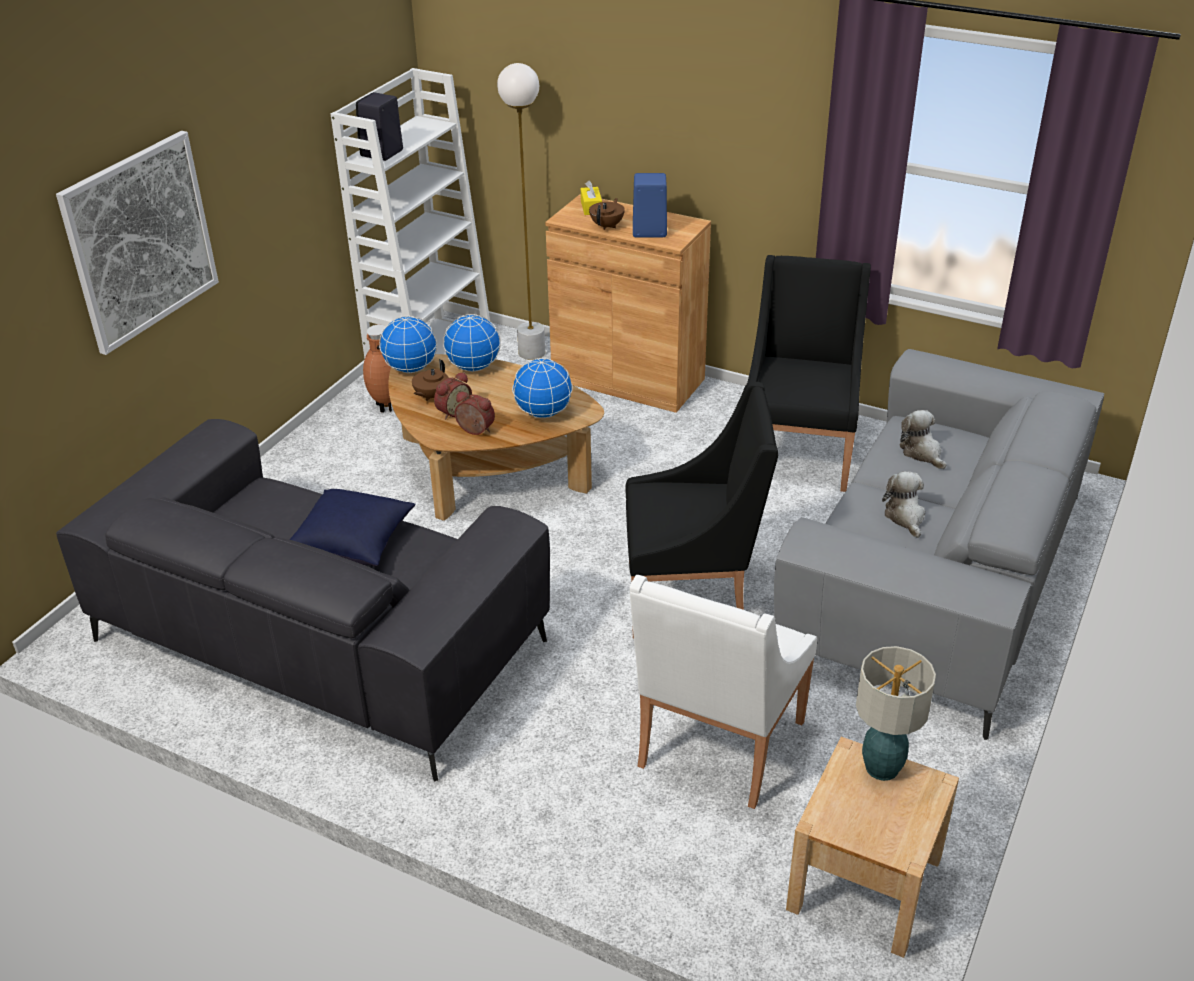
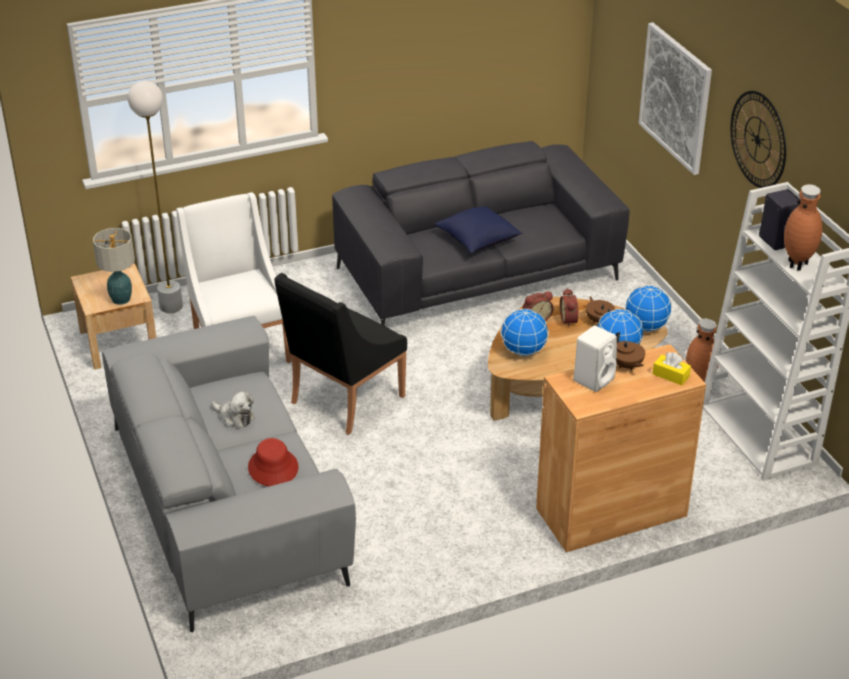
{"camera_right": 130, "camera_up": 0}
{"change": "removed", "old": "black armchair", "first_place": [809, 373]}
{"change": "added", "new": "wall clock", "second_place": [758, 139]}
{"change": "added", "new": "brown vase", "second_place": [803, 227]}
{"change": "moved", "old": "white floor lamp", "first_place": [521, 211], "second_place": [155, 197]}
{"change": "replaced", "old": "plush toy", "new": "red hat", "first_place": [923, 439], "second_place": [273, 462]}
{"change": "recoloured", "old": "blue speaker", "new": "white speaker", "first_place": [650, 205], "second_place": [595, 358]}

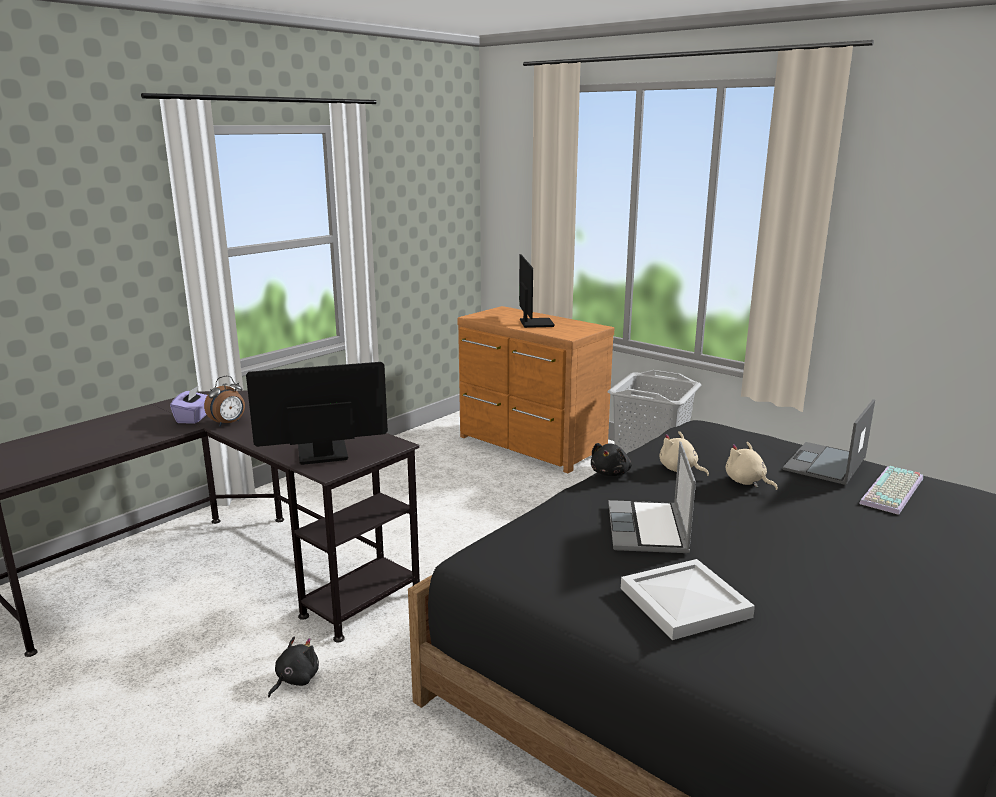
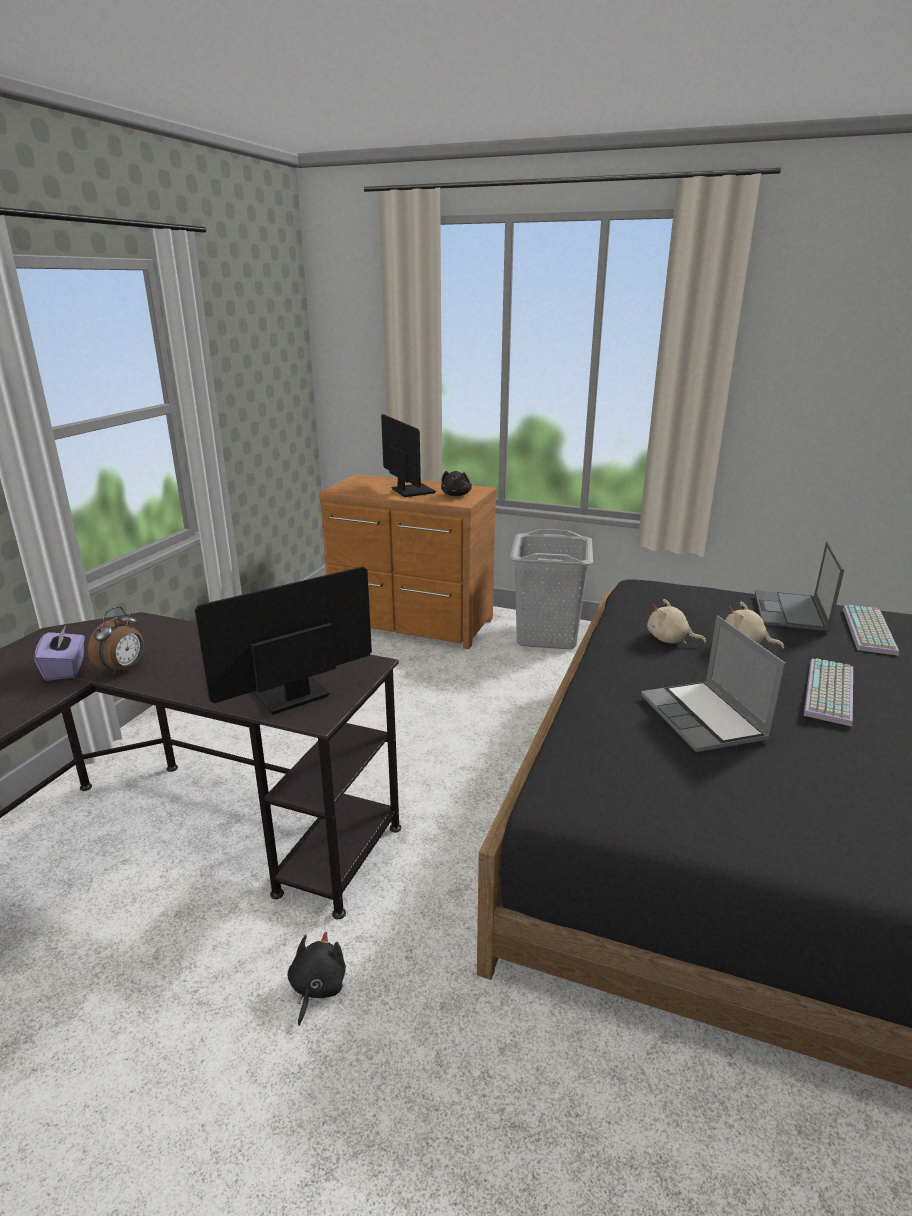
{"camera_right": -20, "camera_up": 5}
{"change": "removed", "old": "white tray", "first_place": [688, 599]}
{"change": "added", "new": "keyboard", "second_place": [828, 692]}
{"change": "moved", "old": "black plush toy", "first_place": [611, 459], "second_place": [456, 483]}

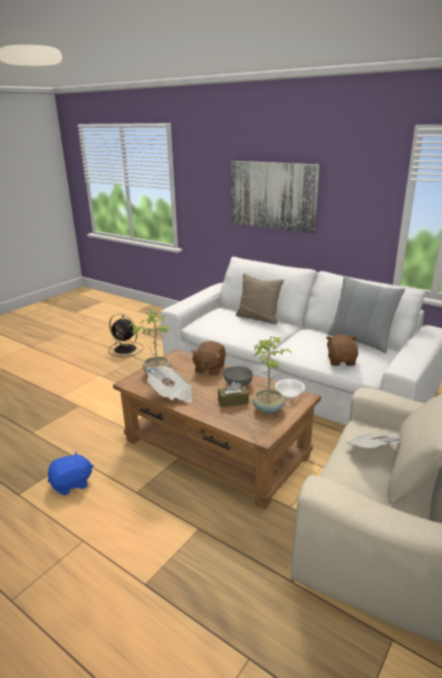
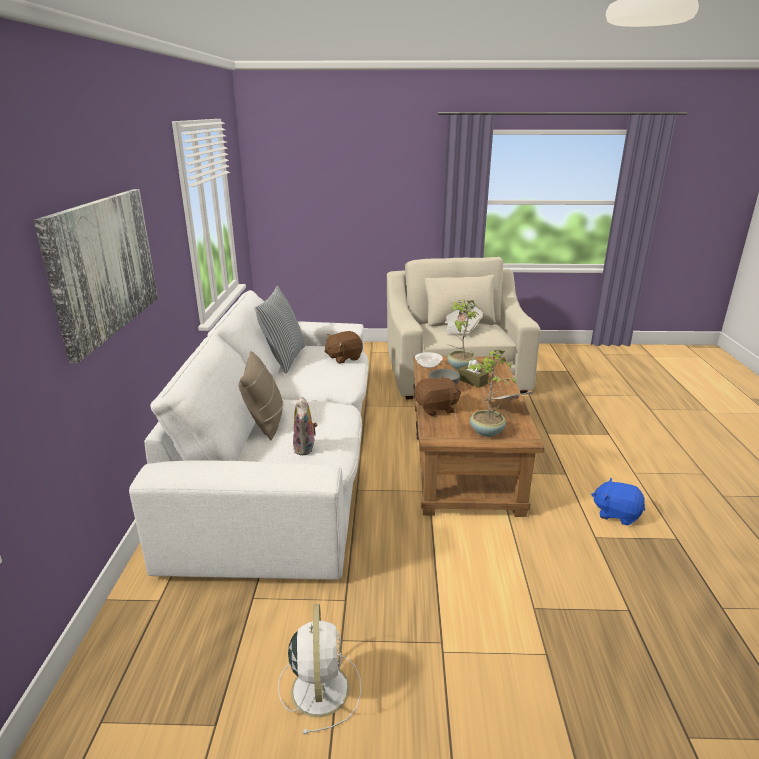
{"camera_right": -125, "camera_up": 0}
{"change": "added", "new": "plush toy", "second_place": [305, 426]}
{"change": "recoloured", "old": "black fan", "new": "white fan", "first_place": [126, 335], "second_place": [319, 669]}

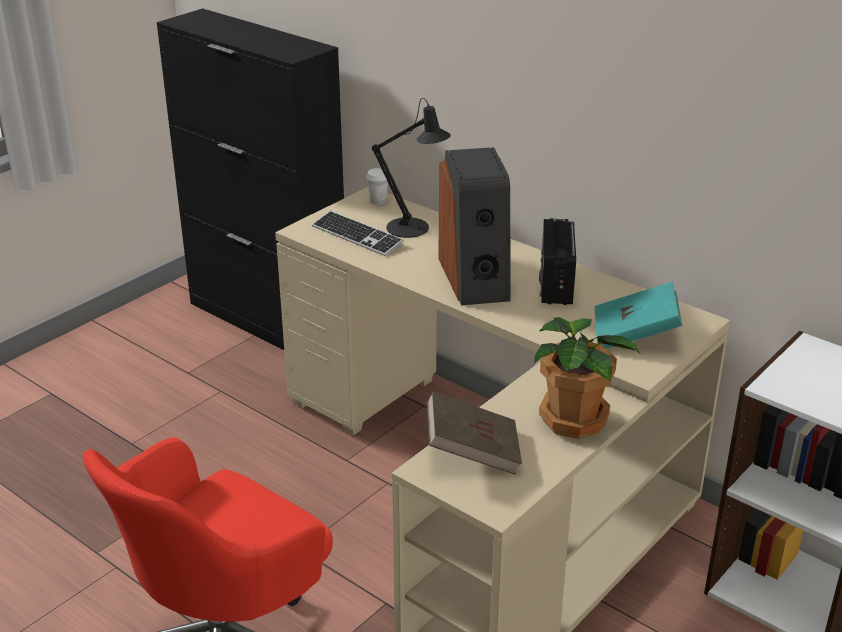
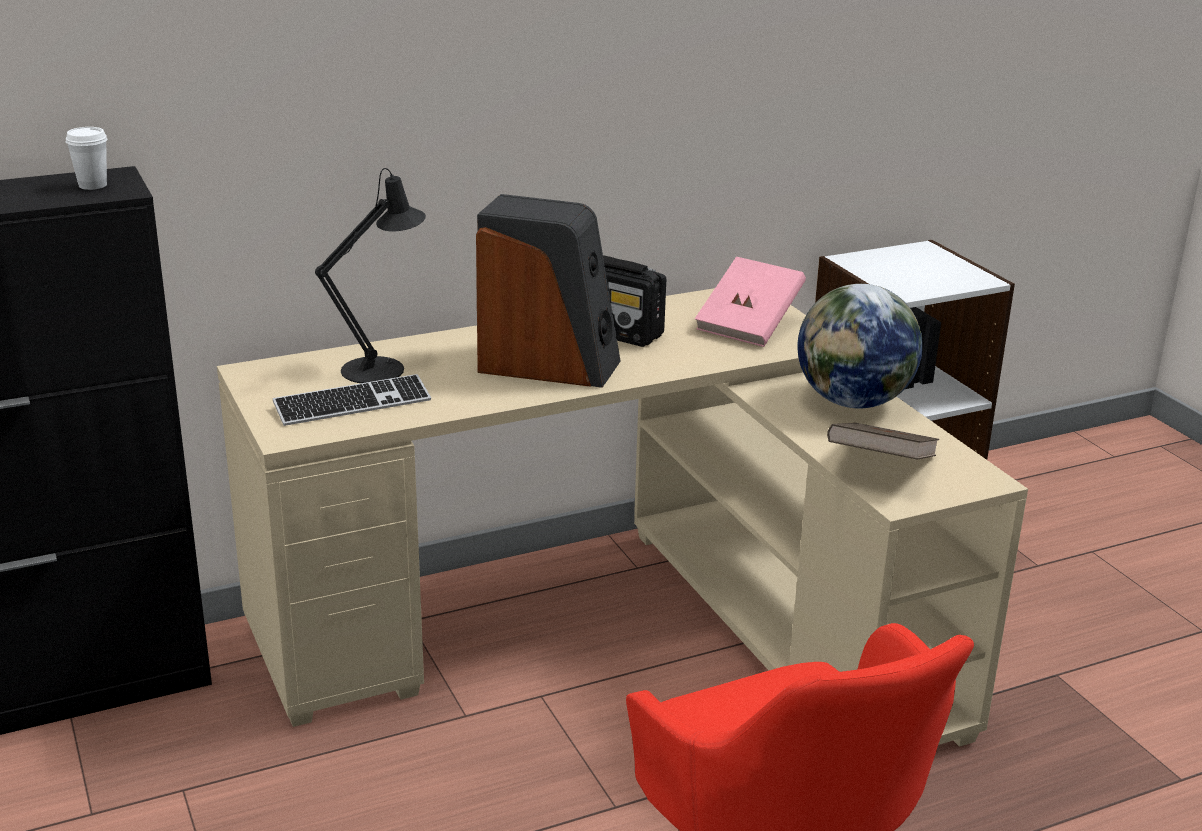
{"camera_right": -65, "camera_up": -5}
{"change": "moved", "old": "white cup", "first_place": [377, 186], "second_place": [87, 158]}
{"change": "replaced", "old": "potted plant", "new": "globe", "first_place": [587, 378], "second_place": [860, 346]}
{"change": "recoloured", "old": "turquoise book", "new": "pink book", "first_place": [638, 315], "second_place": [750, 302]}

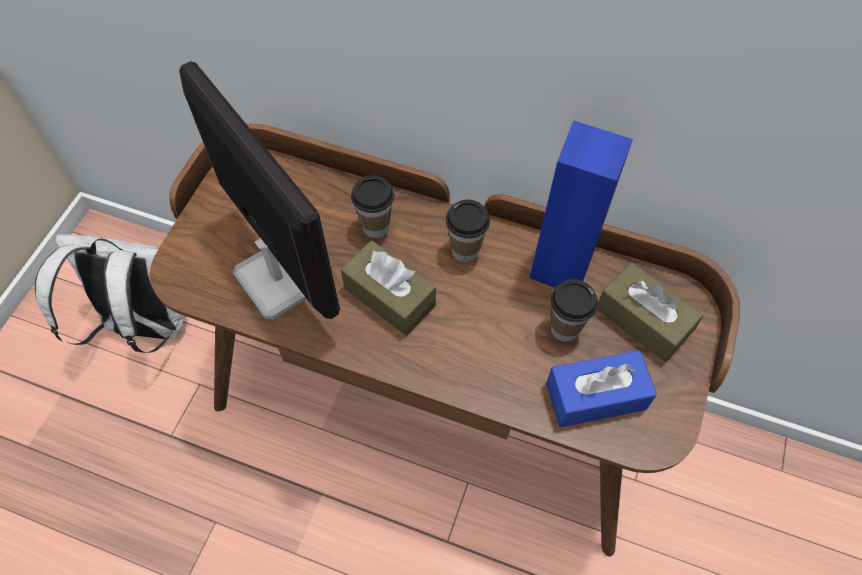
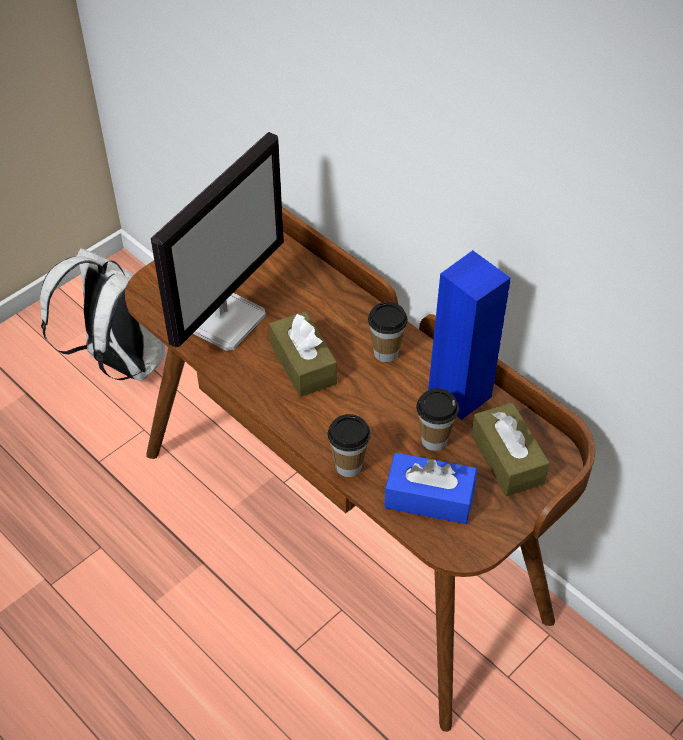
{"camera_right": 25, "camera_up": -10}
{"change": "moved", "old": "cup", "first_place": [372, 206], "second_place": [349, 445]}
{"change": "turned", "old": "monitor", "first_place": [259, 190], "second_place": [217, 241], "degrees": 45}

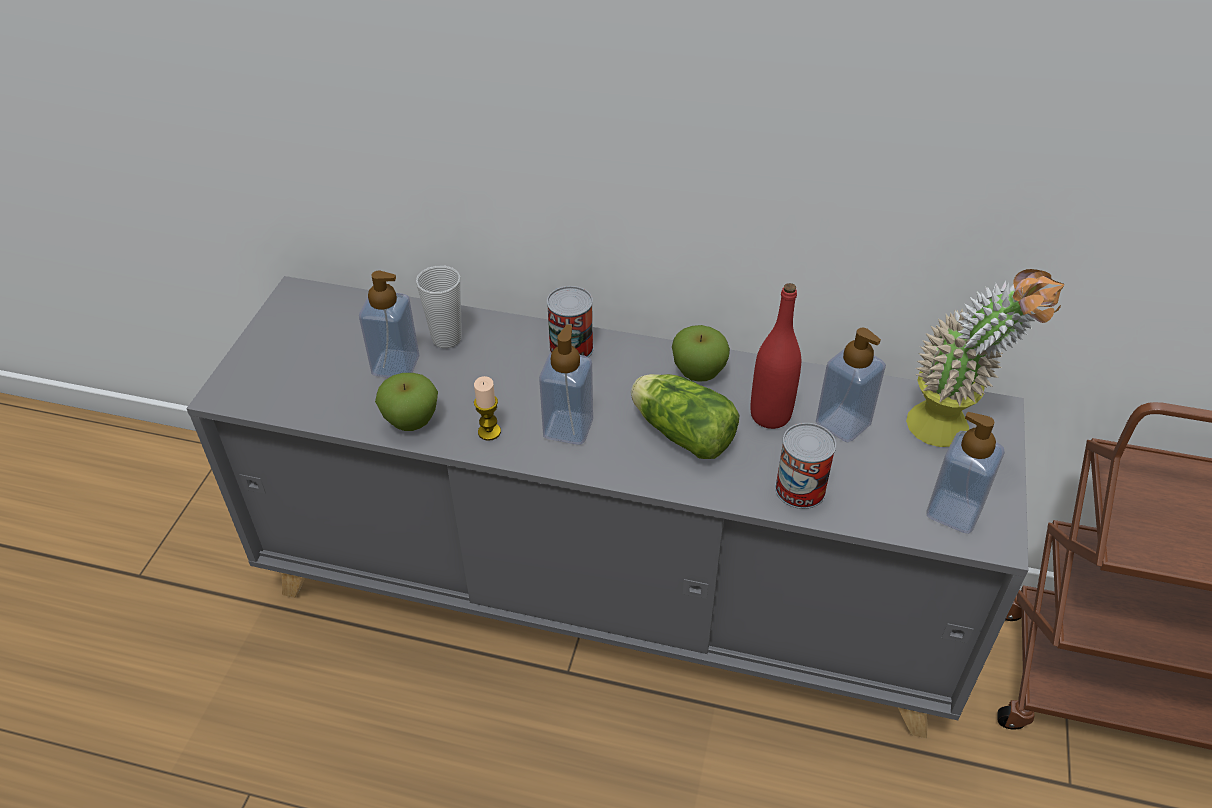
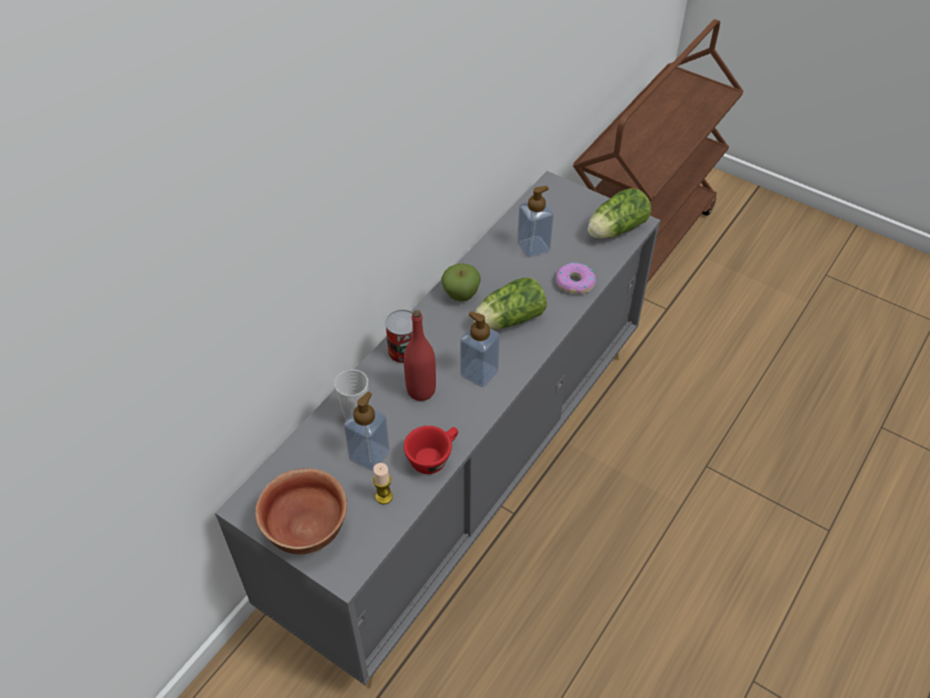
{"camera_right": -70, "camera_up": 5}
{"change": "removed", "old": "potted plant", "first_place": [985, 358]}
{"change": "added", "new": "bowl", "second_place": [301, 511]}
{"change": "moved", "old": "candle", "first_place": [487, 408], "second_place": [383, 483]}
{"change": "moved", "old": "red bottle", "first_place": [776, 356], "second_place": [420, 355]}
{"change": "replaced", "old": "apple", "new": "red cup", "first_place": [406, 402], "second_place": [431, 450]}
{"change": "replaced", "old": "can", "new": "donut", "first_place": [805, 466], "second_place": [576, 278]}
{"change": "replaced", "old": "soap dispenser", "new": "lettuce", "first_place": [965, 473], "second_place": [619, 213]}

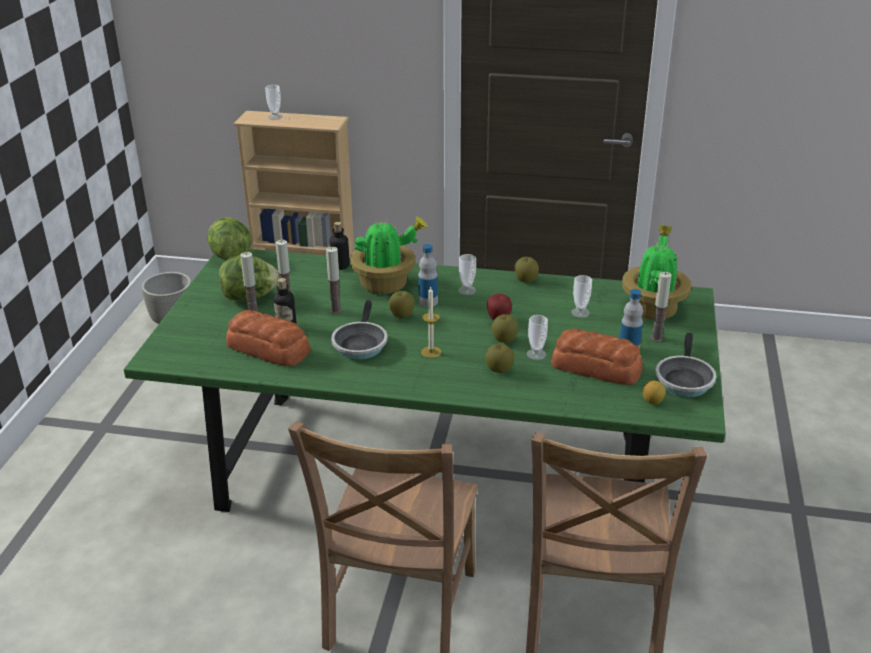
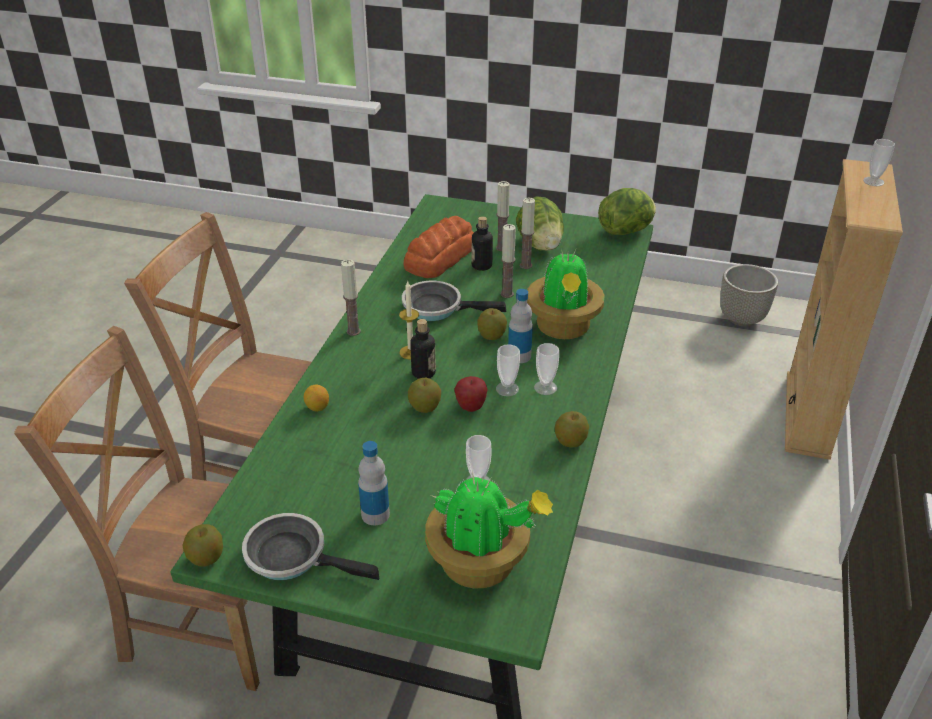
{"camera_right": 95, "camera_up": 5}
{"change": "removed", "old": "bread", "first_place": [597, 357]}
{"change": "moved", "old": "bottle", "first_place": [340, 246], "second_place": [423, 349]}
{"change": "moved", "old": "apple", "first_place": [499, 358], "second_place": [202, 545]}
{"change": "moved", "old": "cup", "first_place": [537, 337], "second_place": [508, 370]}
{"change": "moved", "old": "lemon", "first_place": [654, 393], "second_place": [316, 398]}
{"change": "moved", "old": "candle", "first_place": [660, 307], "second_place": [351, 297]}

